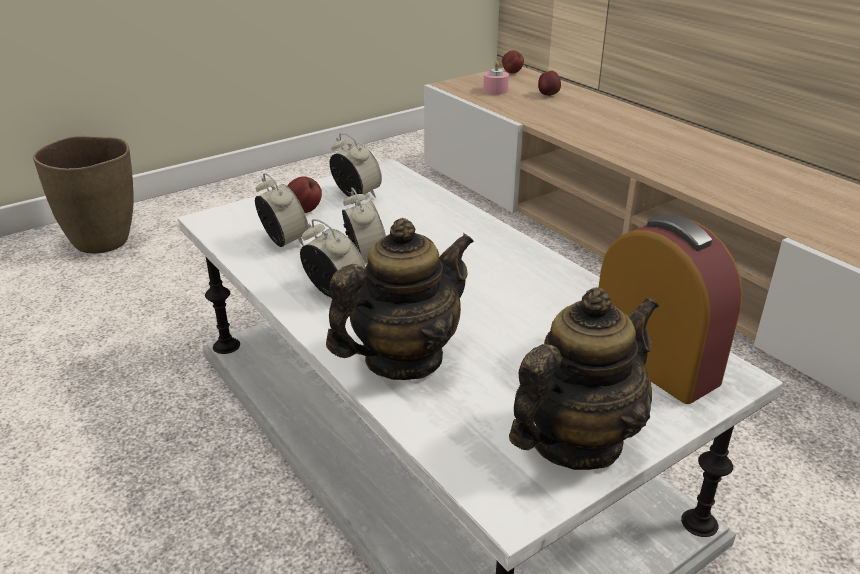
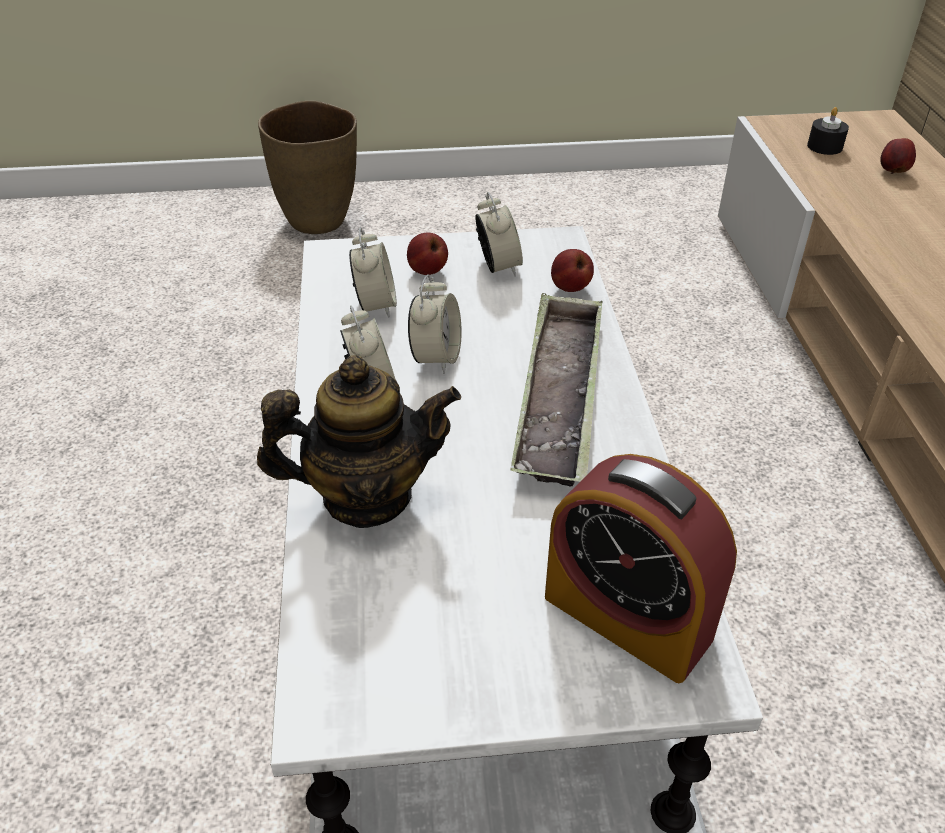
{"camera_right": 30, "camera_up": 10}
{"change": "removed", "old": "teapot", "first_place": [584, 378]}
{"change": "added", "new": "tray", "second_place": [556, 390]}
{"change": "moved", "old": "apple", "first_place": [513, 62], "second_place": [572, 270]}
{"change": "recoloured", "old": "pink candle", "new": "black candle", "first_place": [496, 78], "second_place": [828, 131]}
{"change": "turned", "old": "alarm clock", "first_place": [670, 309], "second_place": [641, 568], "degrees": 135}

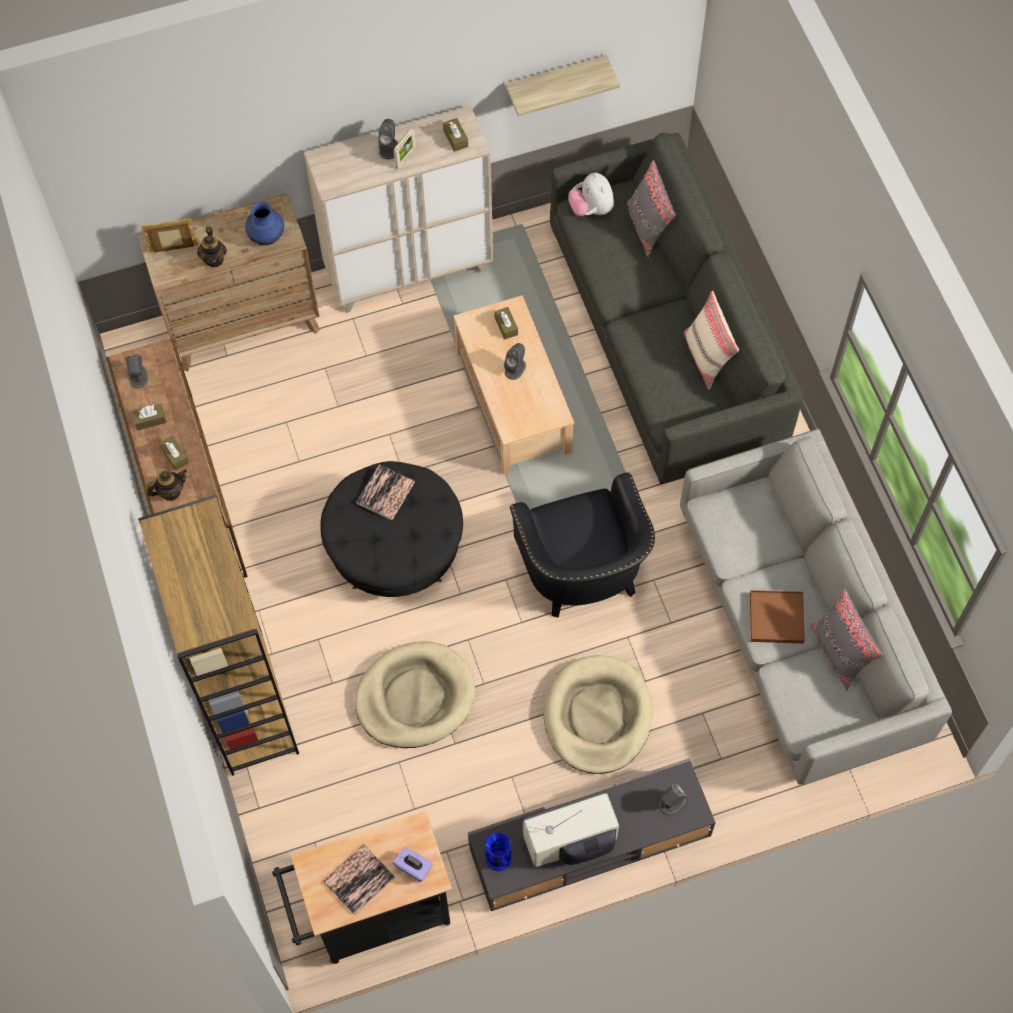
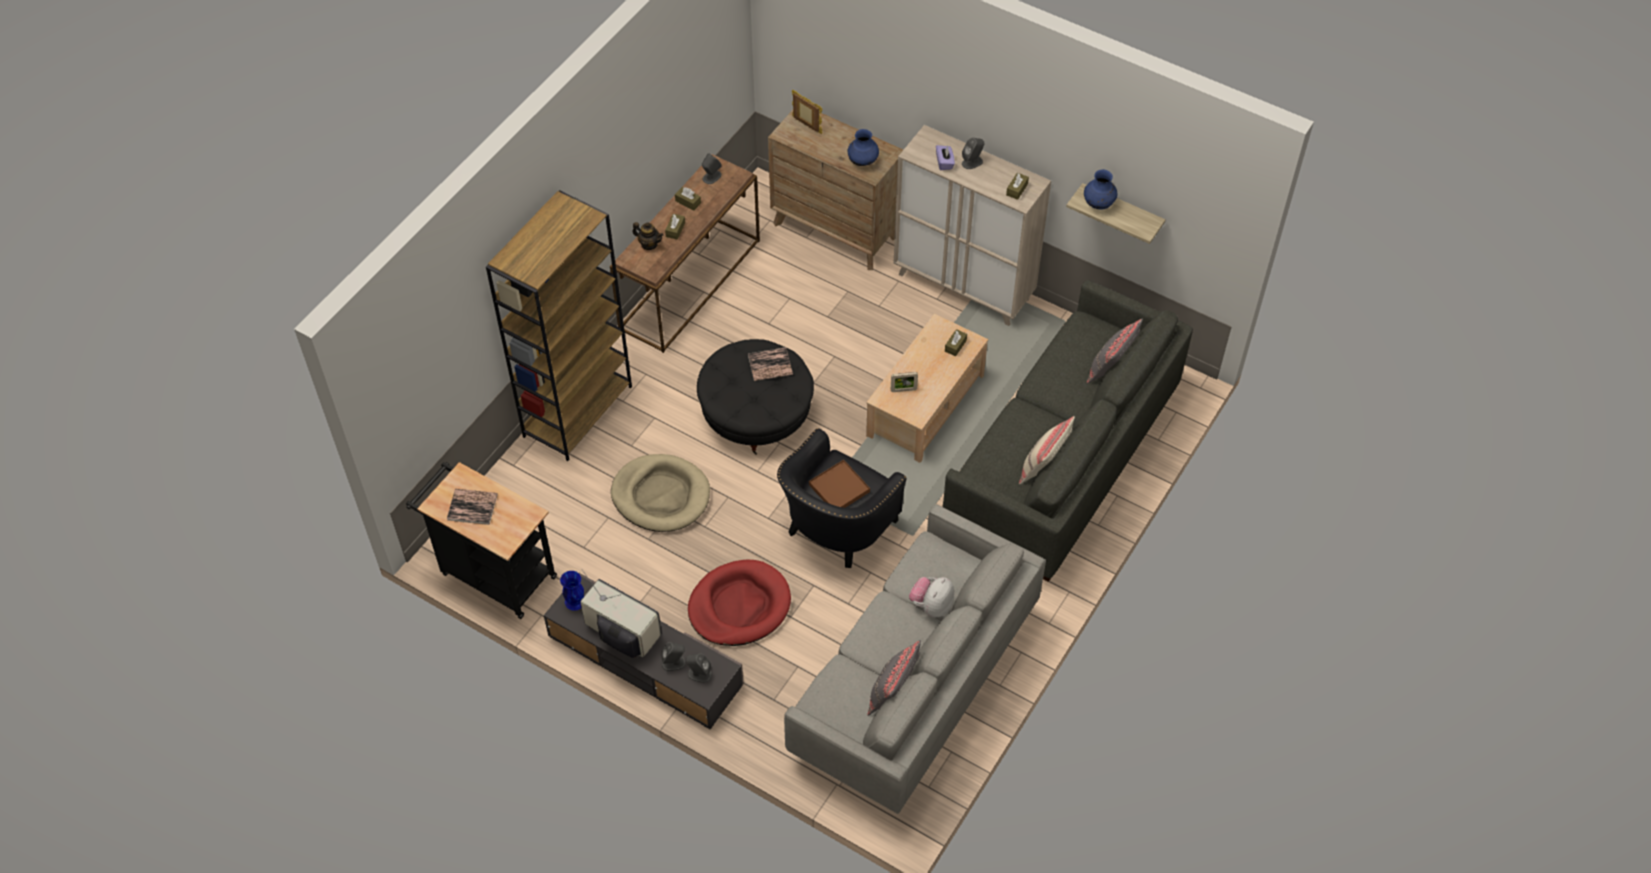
{"camera_right": 50, "camera_up": -10}
{"change": "removed", "old": "teapot", "first_place": [212, 247]}
{"change": "added", "new": "blue vase", "second_place": [1100, 189]}
{"change": "moved", "old": "purple tissue box", "first_place": [413, 864], "second_place": [945, 157]}
{"change": "moved", "old": "picture frame", "first_place": [405, 148], "second_place": [904, 382]}
{"change": "moved", "old": "grey speaker", "first_place": [515, 361], "second_place": [673, 656]}
{"change": "moved", "old": "plush toy", "first_place": [591, 194], "second_place": [931, 597]}
{"change": "moved", "old": "brown tray", "first_place": [777, 616], "second_place": [839, 484]}
{"change": "recoloured", "old": "beige dog bed", "new": "red dog bed", "first_place": [598, 714], "second_place": [739, 603]}

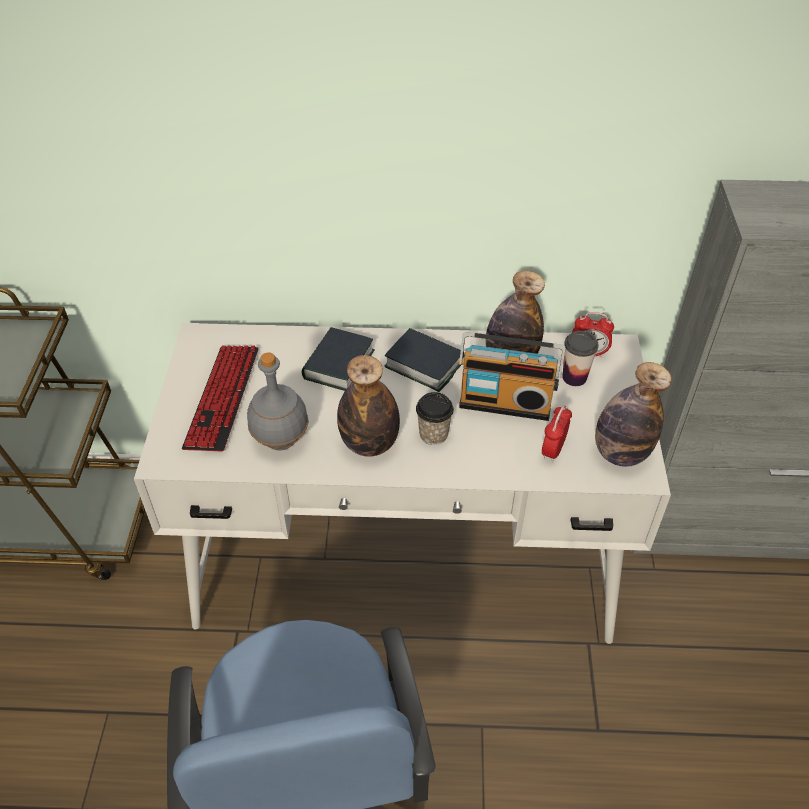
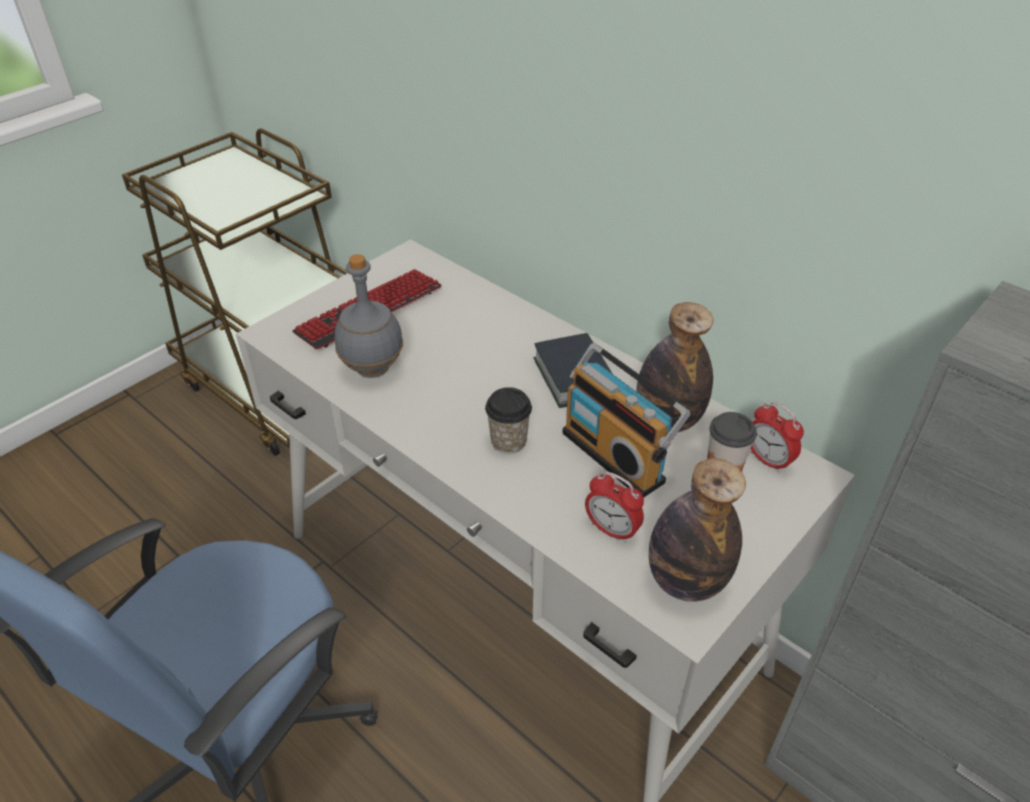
{"camera_right": 40, "camera_up": -5}
{"change": "removed", "old": "book", "first_place": [338, 359]}
{"change": "removed", "old": "bottle", "first_place": [368, 406]}
{"change": "turned", "old": "alarm clock", "first_place": [557, 433], "second_place": [614, 507], "degrees": -120}

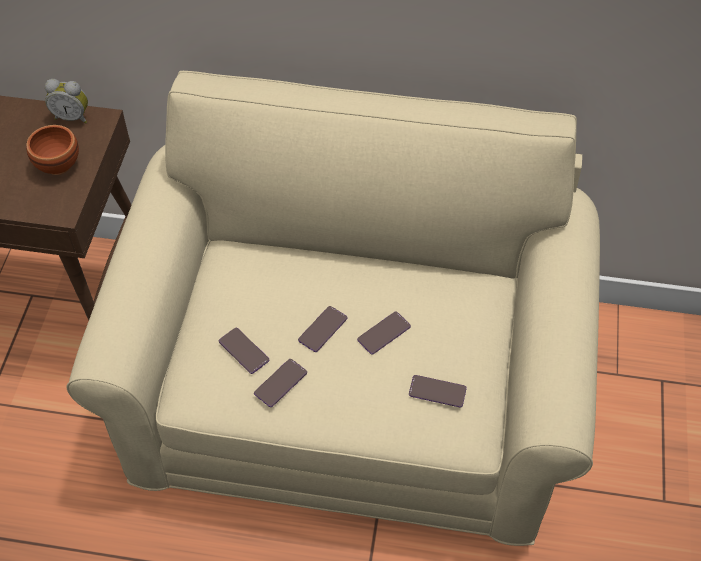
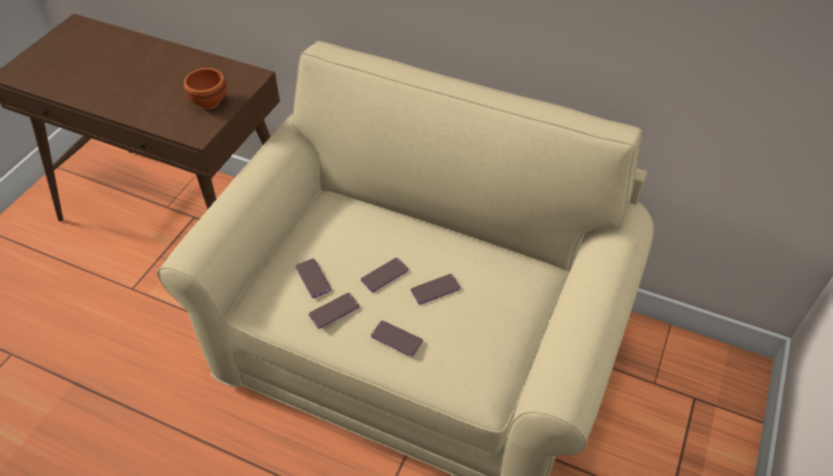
{"camera_right": 15, "camera_up": -5}
{"change": "removed", "old": "alarm clock", "first_place": [66, 101]}
{"change": "moved", "old": "phone", "first_place": [438, 391], "second_place": [397, 338]}

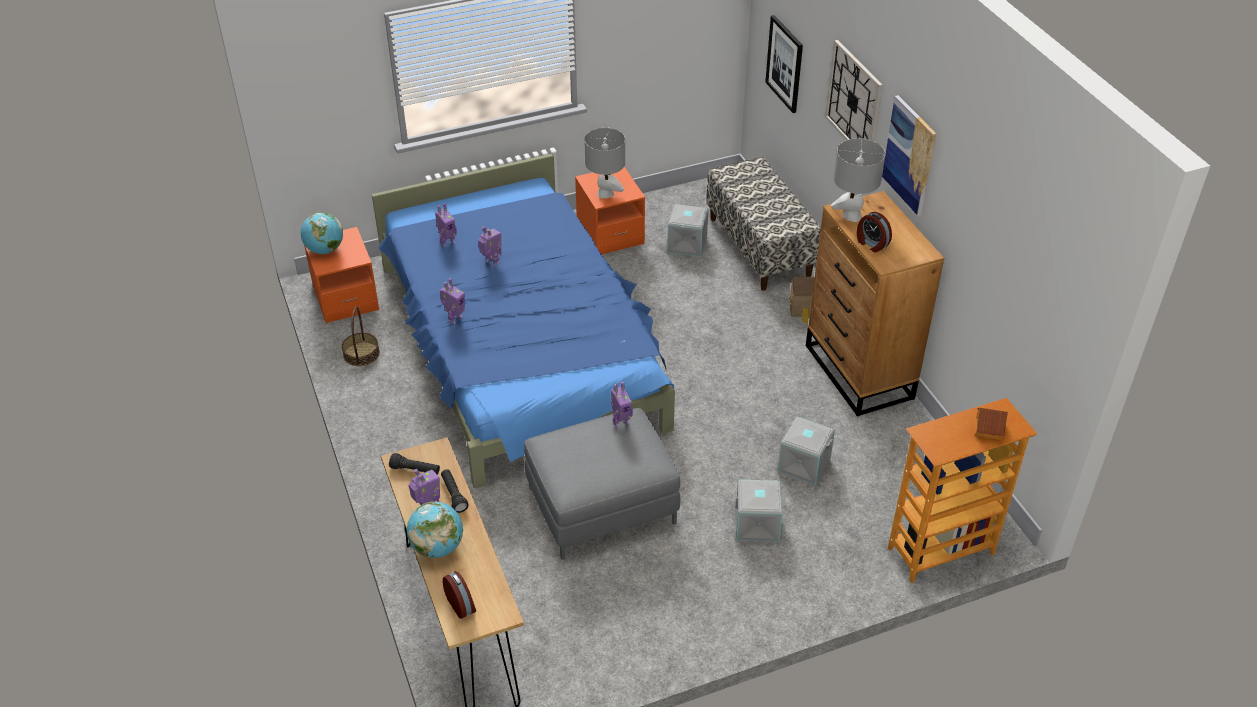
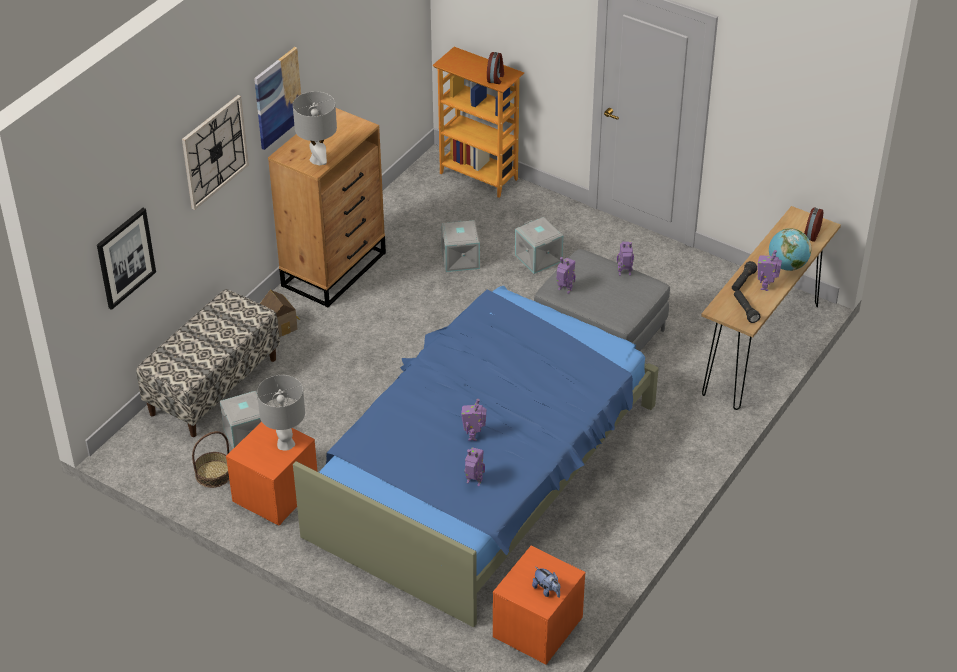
{"camera_right": -125, "camera_up": 0}
{"change": "removed", "old": "toy house", "first_place": [992, 424]}
{"change": "moved", "old": "basket", "first_place": [361, 336], "second_place": [210, 459]}
{"change": "moved", "old": "toy robot", "first_place": [452, 301], "second_place": [625, 258]}
{"change": "moved", "old": "alarm clock", "first_place": [874, 232], "second_place": [495, 68]}
{"change": "replaced", "old": "globe", "new": "plush toy", "first_place": [322, 233], "second_place": [546, 582]}

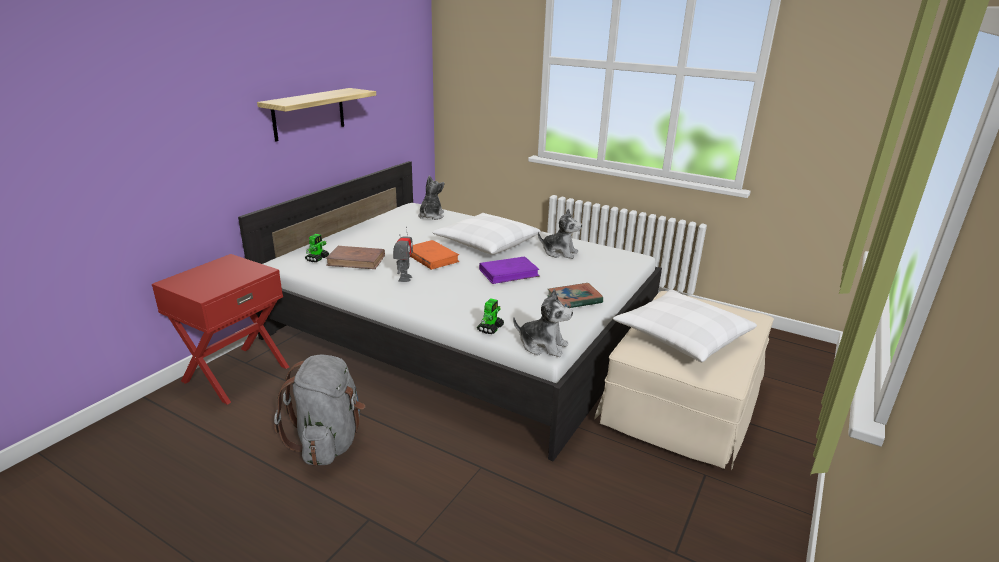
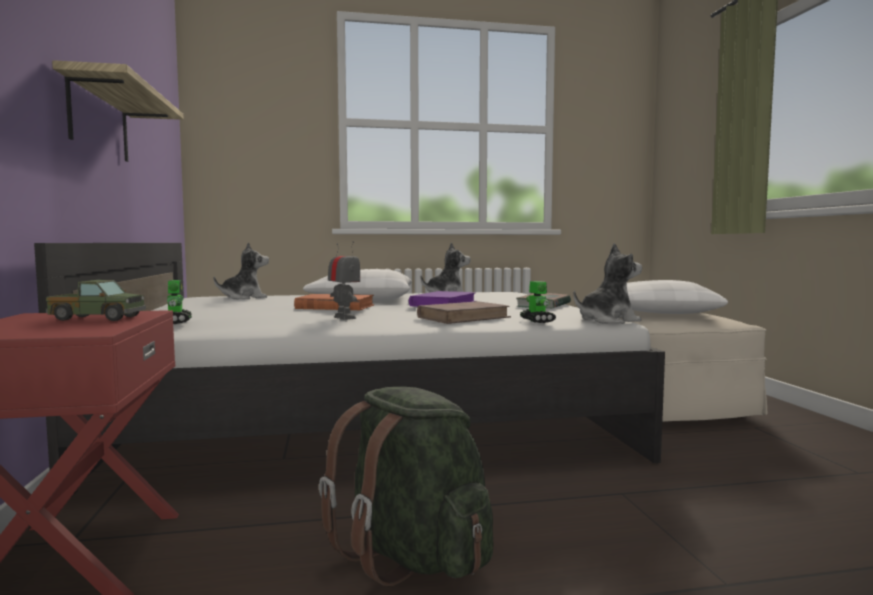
{"camera_right": -40, "camera_up": -20}
{"change": "added", "new": "toy truck", "second_place": [96, 300]}
{"change": "moved", "old": "brown book", "first_place": [355, 257], "second_place": [464, 312]}
{"change": "recoloured", "old": "grey backpack", "new": "green backpack", "first_place": [319, 410], "second_place": [406, 486]}
{"change": "turned", "old": "plush toy", "first_place": [431, 198], "second_place": [241, 270], "degrees": 90}

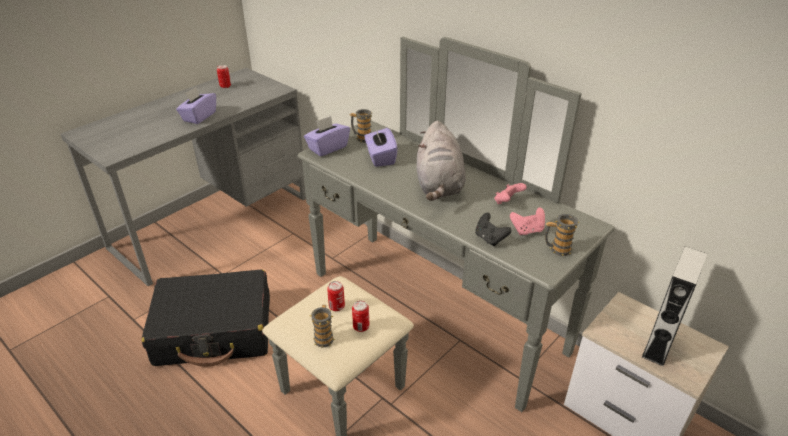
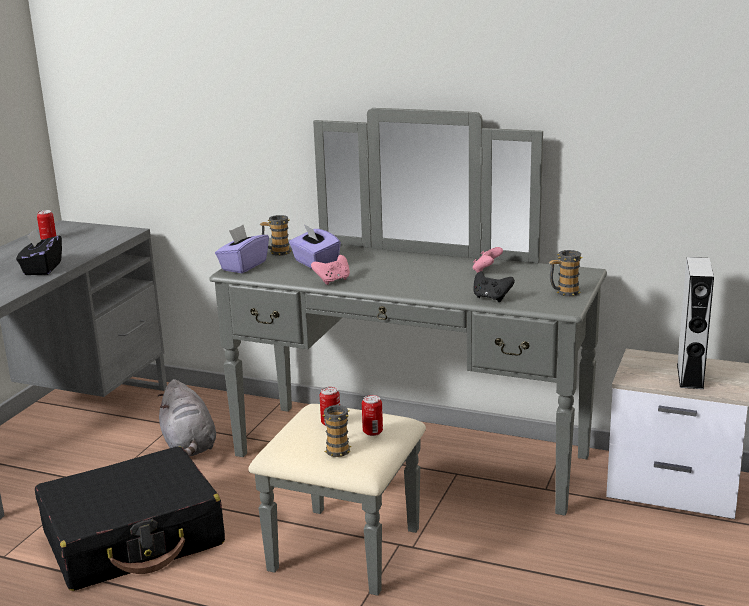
{"camera_right": -20, "camera_up": -15}
{"change": "moved", "old": "grey plush toy", "first_place": [441, 161], "second_place": [186, 417]}
{"change": "moved", "old": "pink game controller", "first_place": [527, 221], "second_place": [330, 270]}
{"change": "recoloured", "old": "purple tissue box", "new": "black tissue box", "first_place": [196, 105], "second_place": [39, 251]}

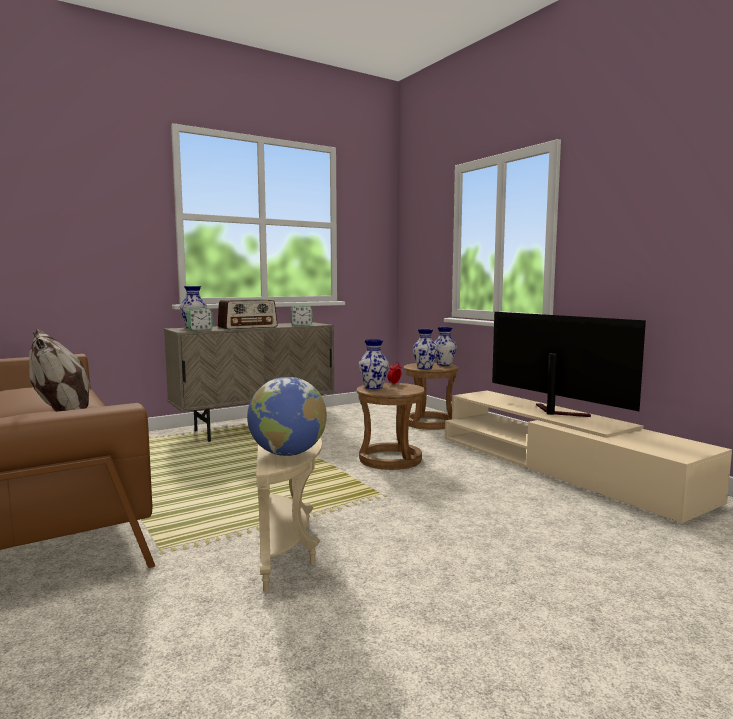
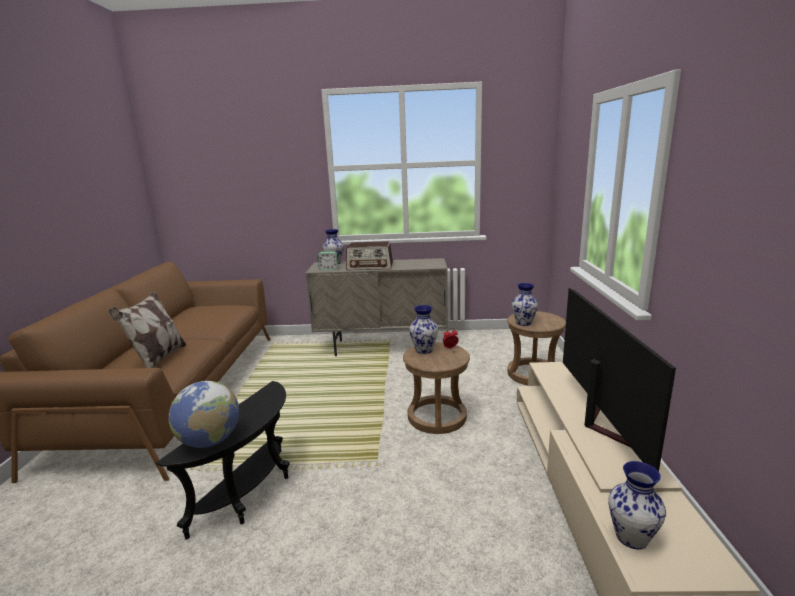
{"camera_right": 35, "camera_up": 10}
{"change": "removed", "old": "alarm clock", "first_place": [302, 316]}
{"change": "moved", "old": "vase", "first_place": [445, 346], "second_place": [637, 505]}
{"change": "recoloured", "old": "beige side table", "new": "black side table", "first_place": [289, 514], "second_place": [223, 460]}

